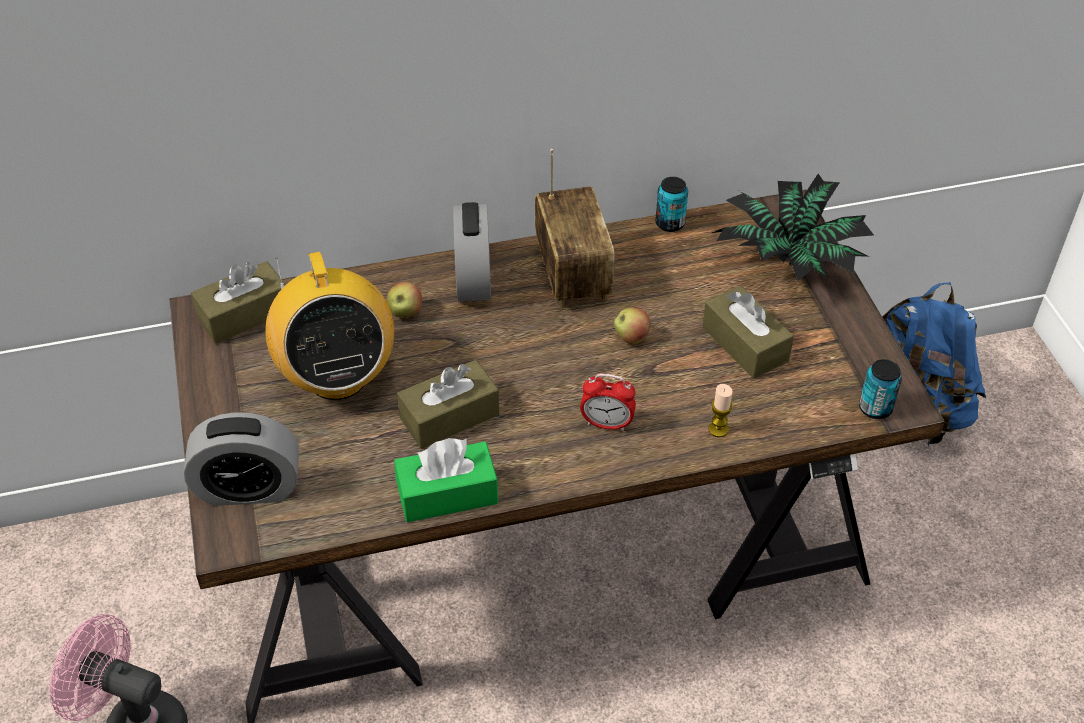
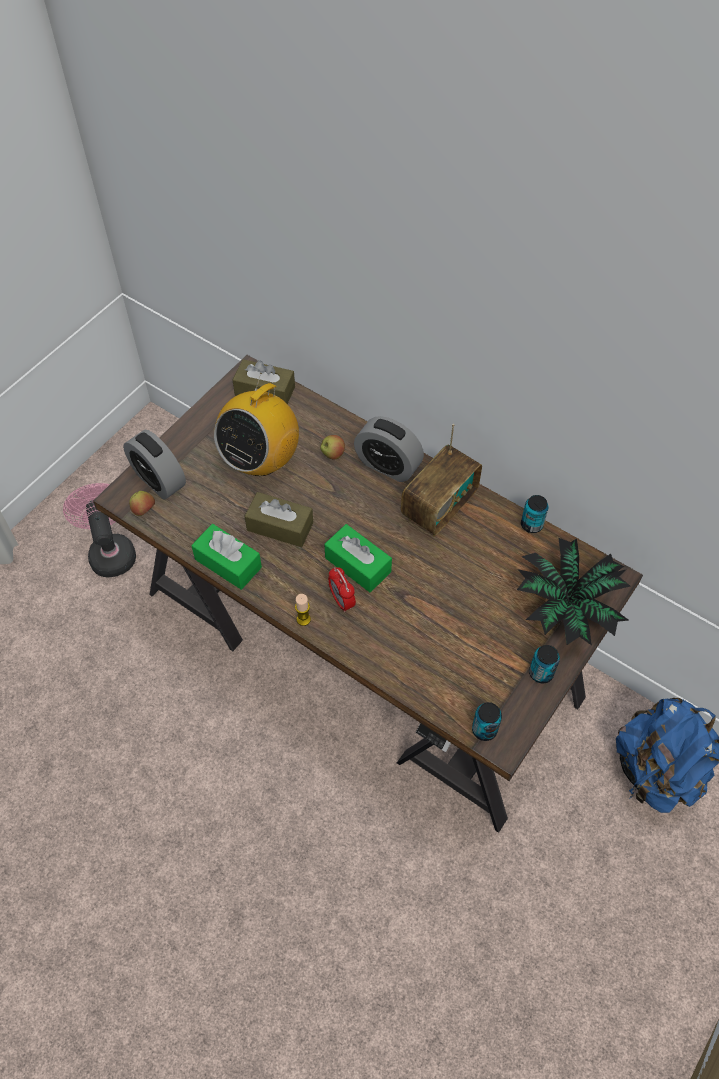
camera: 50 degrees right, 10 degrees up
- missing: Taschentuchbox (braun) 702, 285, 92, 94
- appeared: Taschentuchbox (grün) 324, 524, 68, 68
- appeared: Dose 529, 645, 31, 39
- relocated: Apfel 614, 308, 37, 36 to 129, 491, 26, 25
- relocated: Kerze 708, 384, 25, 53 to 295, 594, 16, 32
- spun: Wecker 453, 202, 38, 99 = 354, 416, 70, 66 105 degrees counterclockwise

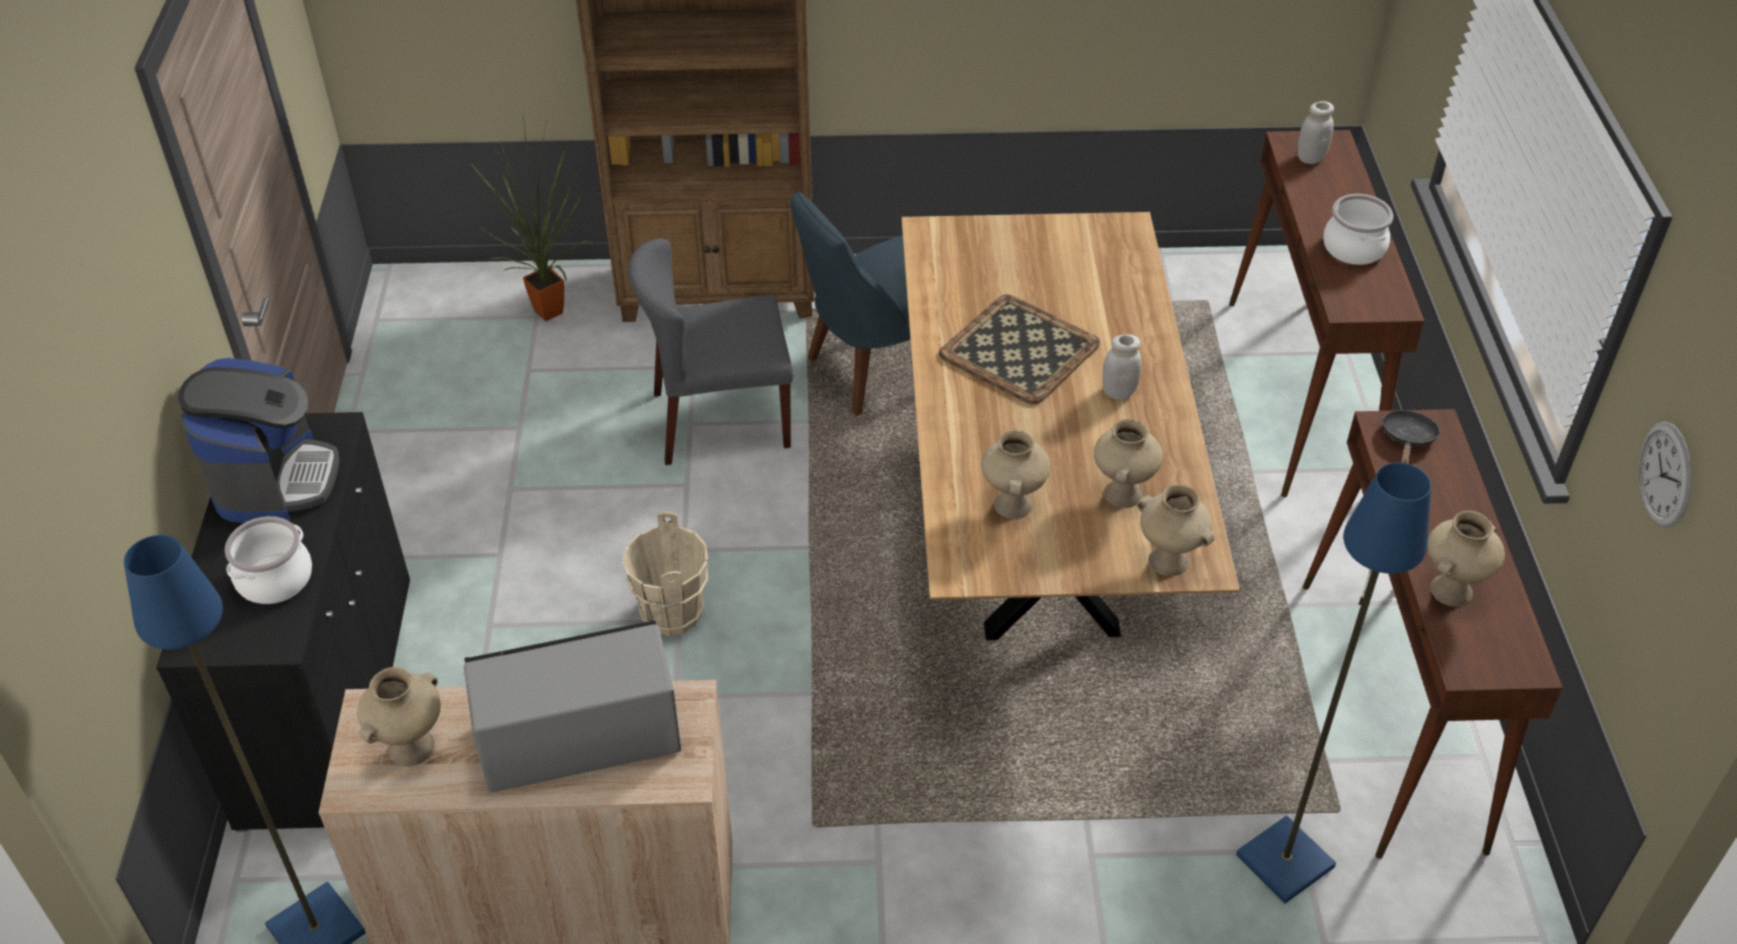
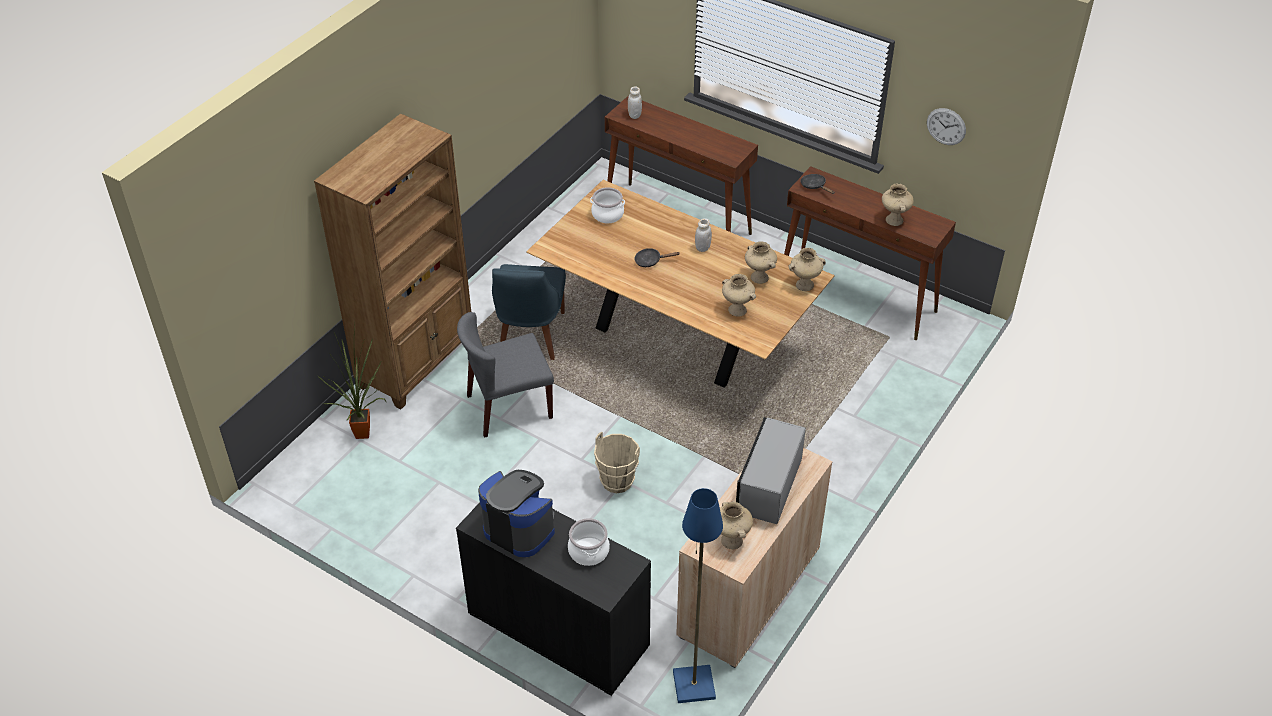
camera: 55 degrees left, 0 degrees up
- missing: Stehlampe (blau) 1236, 462, 195, 441
- relocated: Kochtopf 1323, 194, 70, 71 to 590, 187, 35, 36
- exchanged: Tablett 939, 295, 161, 110 to Pfanne (schwarz) 634, 248, 45, 19
- spun: Stuhl (grau) 628, 238, 165, 227 = 457, 312, 97, 126 45 degrees clockwise

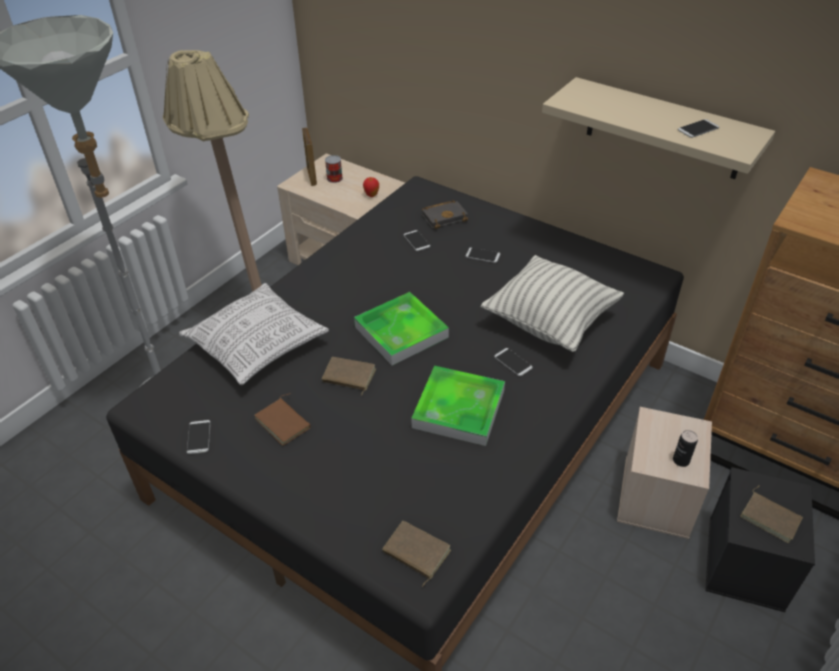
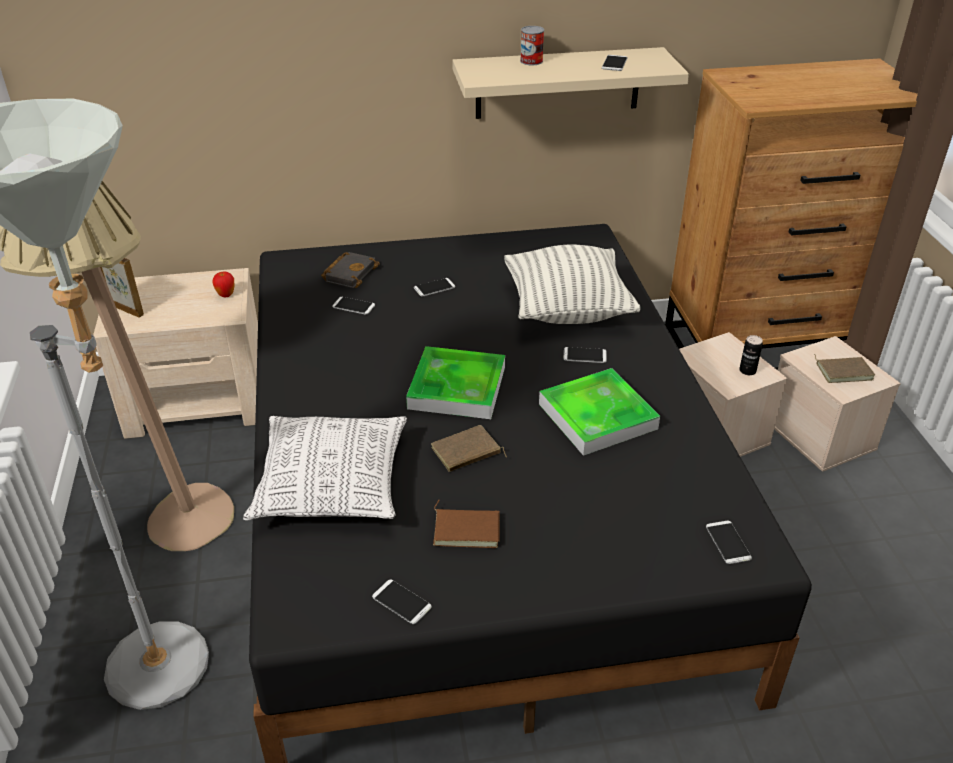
camera: 45 degrees left, 5 degrees down
- relocated: Dose 325, 155, 18, 28 to 520, 26, 24, 39
- exchanged: Buch (braun) 382, 521, 69, 66 to Handy 706, 521, 46, 43
- colour: Aufbewahrungsbox (schwarz) 705, 467, 110, 145 to Aufbewahrungsbox (beige) 774, 336, 127, 136

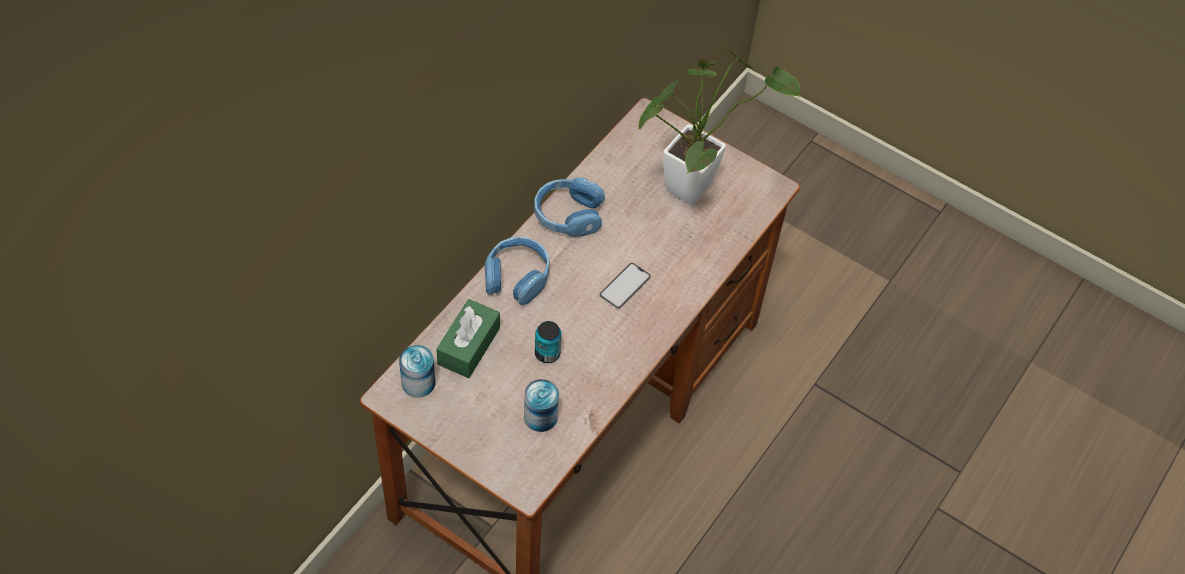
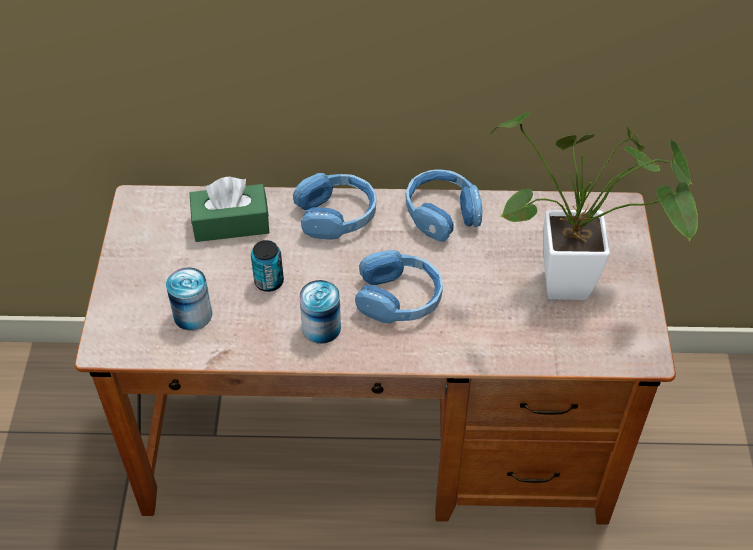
camera: 60 degrees right, 5 degrees down
- relocated: Dose 399, 345, 36, 52 to 299, 280, 42, 64
- exchanged: Handy 600, 263, 51, 46 to Kopfhörer (blau) 355, 250, 88, 73

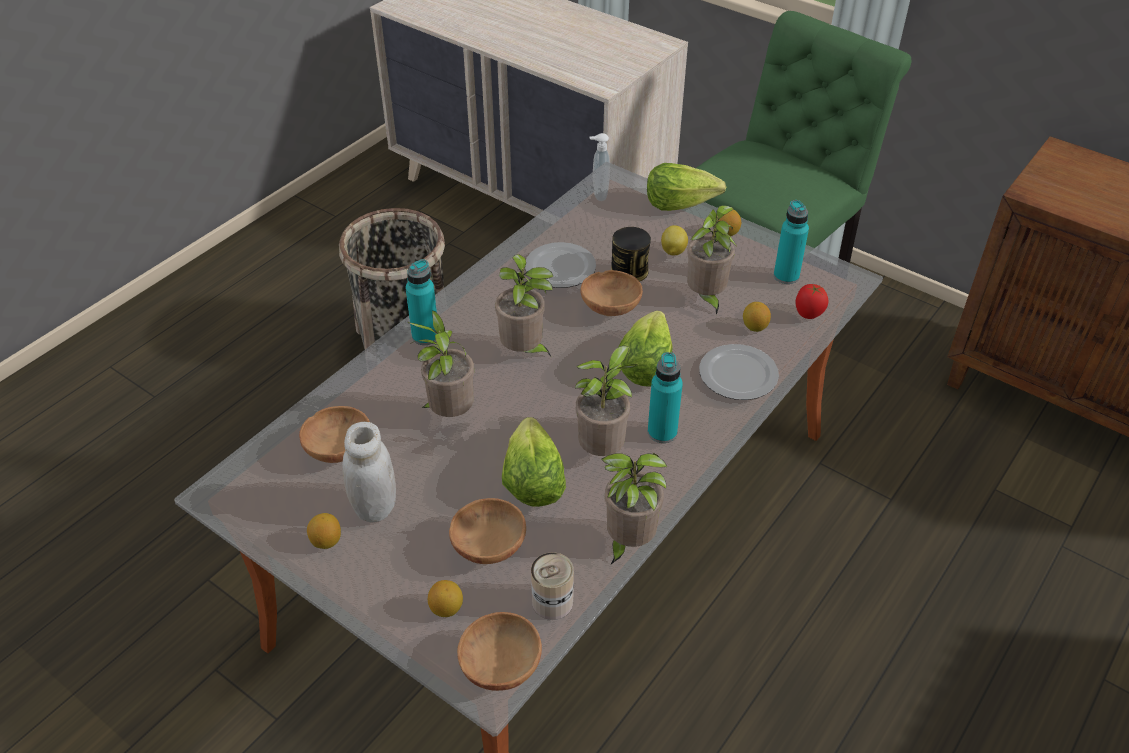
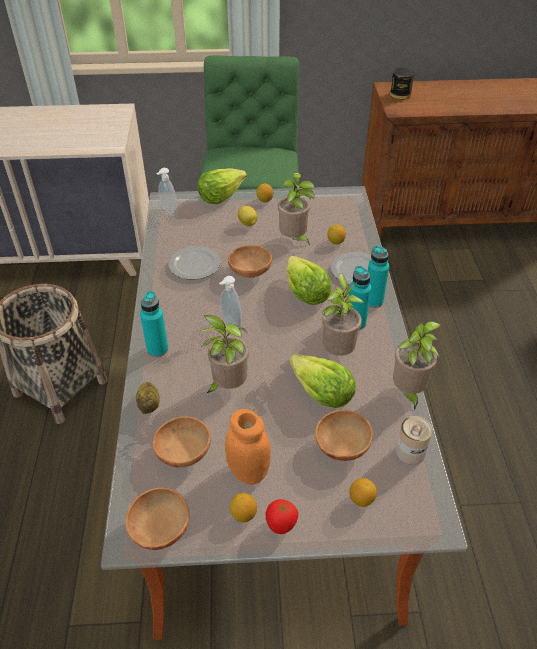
camera: 40 degrees left, 0 degrees up
- appeared: Kartoffel 136, 382, 24, 32
- relocated: Schüssel (braun) 457, 612, 85, 79 to 125, 488, 64, 62
- relocated: Dose 611, 227, 40, 55 to 390, 68, 25, 32
- relocated: Flasche (türkis) 774, 200, 35, 84 to 368, 245, 21, 63
- relocated: Tomate 795, 284, 33, 35 to 266, 499, 33, 35
- exchanged: Topfpflanze 495, 254, 58, 104 to Seifenspender 219, 276, 22, 52
- colour: Vorratsglas (weiß) 342, 422, 54, 101 to Vorratsglas (orange) 225, 409, 46, 76

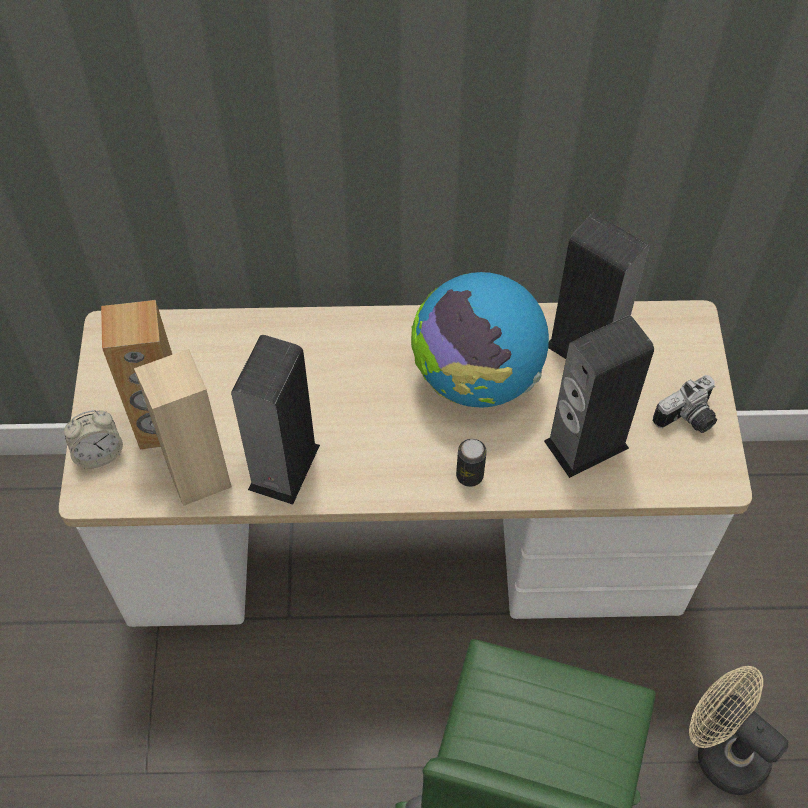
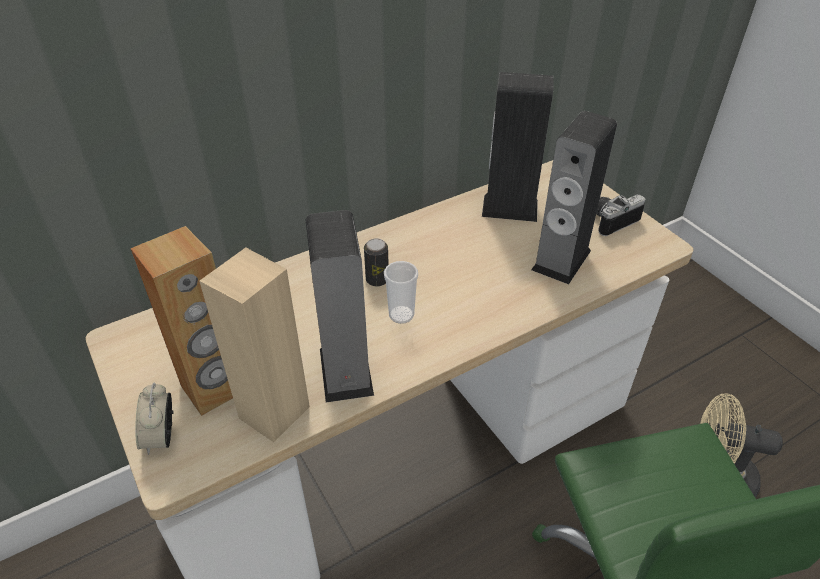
camera: 30 degrees left, 15 degrees down
- missing: Globus 411, 272, 138, 135
- appeared: Tasse 384, 261, 34, 63
- relocated: Dose 456, 439, 31, 48 to 364, 238, 25, 49
- spun: Wecker 64, 410, 59, 58 = 135, 383, 39, 72 135 degrees clockwise
- spun: Kamera 653, 375, 64, 58 = 596, 194, 49, 42 150 degrees counterclockwise

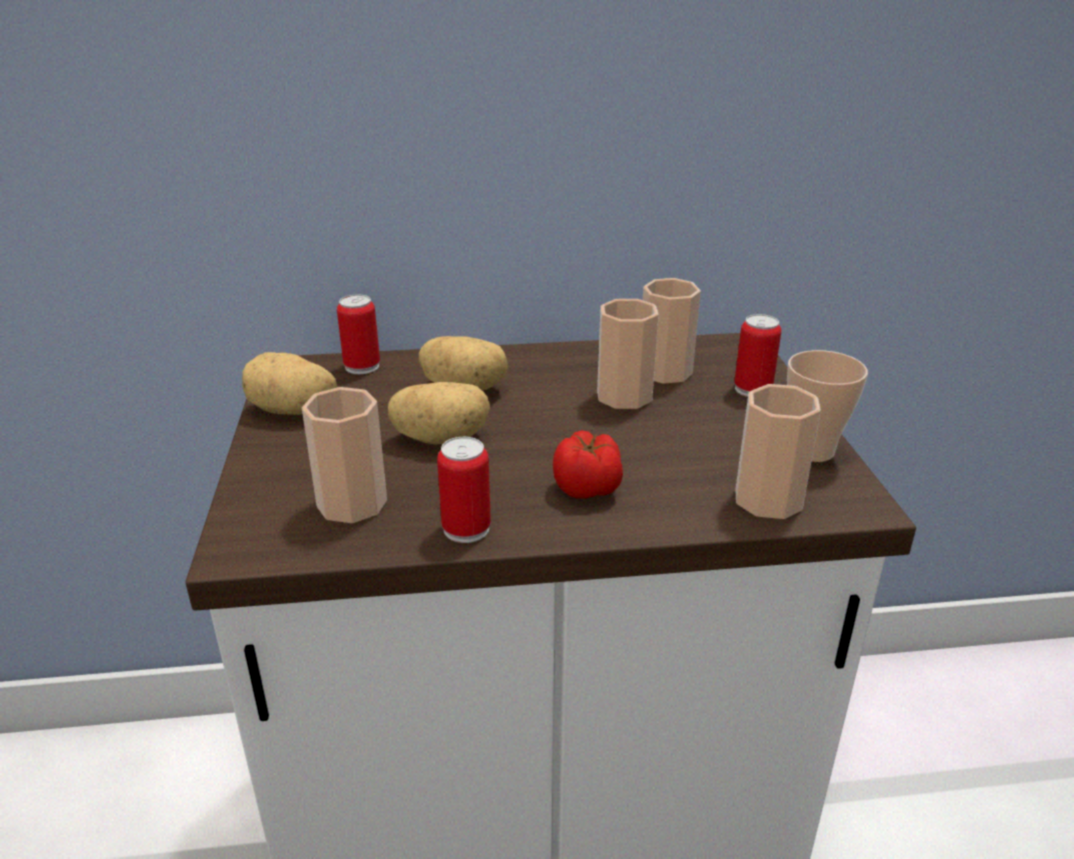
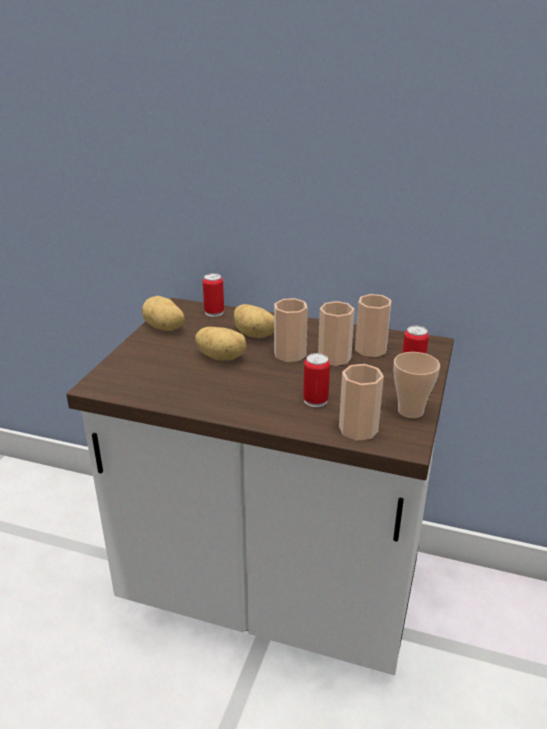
camera: 25 degrees right, 0 degrees up
- missing: Tomate 553, 430, 70, 69
- relocated: Tasse 302, 387, 85, 136 to 274, 298, 34, 64
- relocated: Dose 437, 437, 54, 106 to 303, 353, 27, 54

